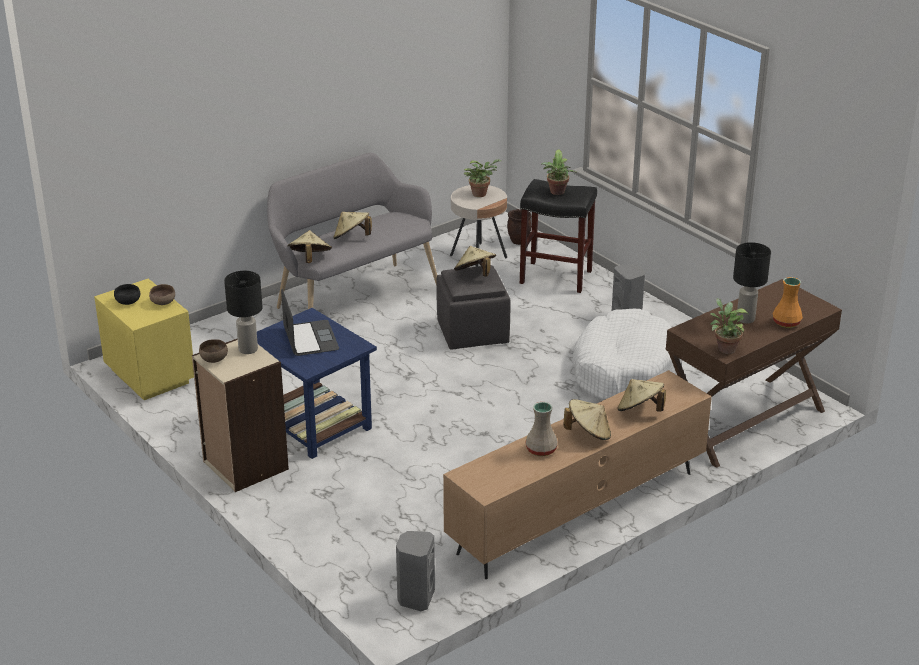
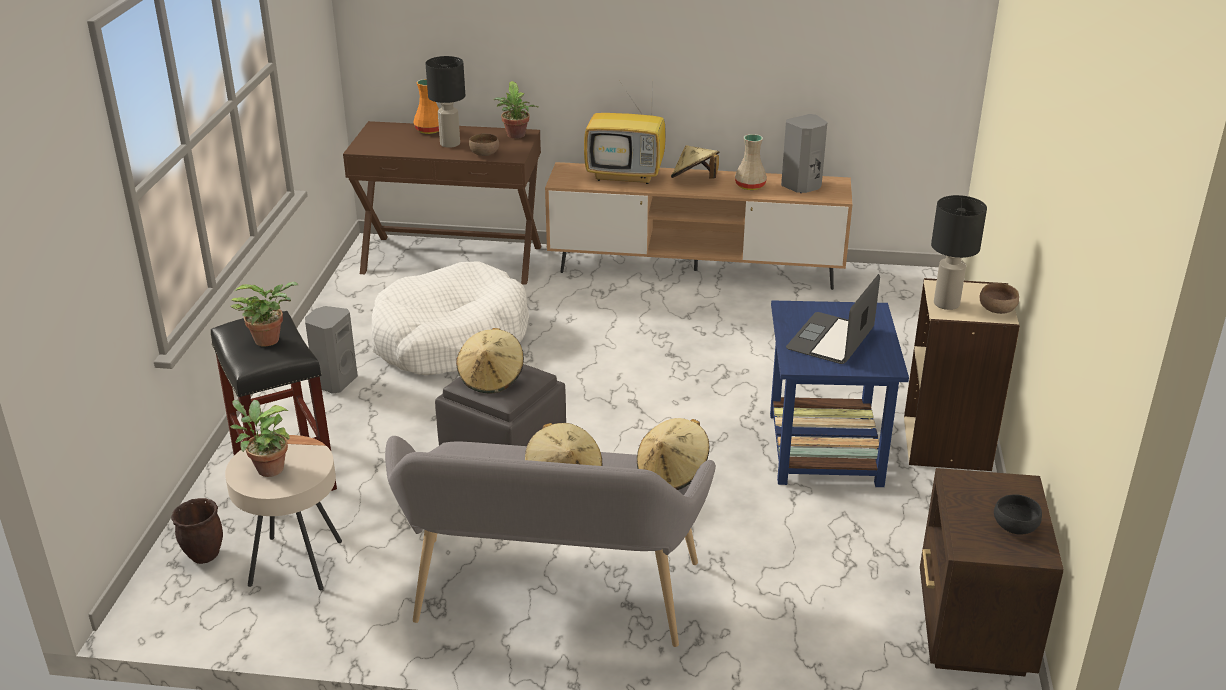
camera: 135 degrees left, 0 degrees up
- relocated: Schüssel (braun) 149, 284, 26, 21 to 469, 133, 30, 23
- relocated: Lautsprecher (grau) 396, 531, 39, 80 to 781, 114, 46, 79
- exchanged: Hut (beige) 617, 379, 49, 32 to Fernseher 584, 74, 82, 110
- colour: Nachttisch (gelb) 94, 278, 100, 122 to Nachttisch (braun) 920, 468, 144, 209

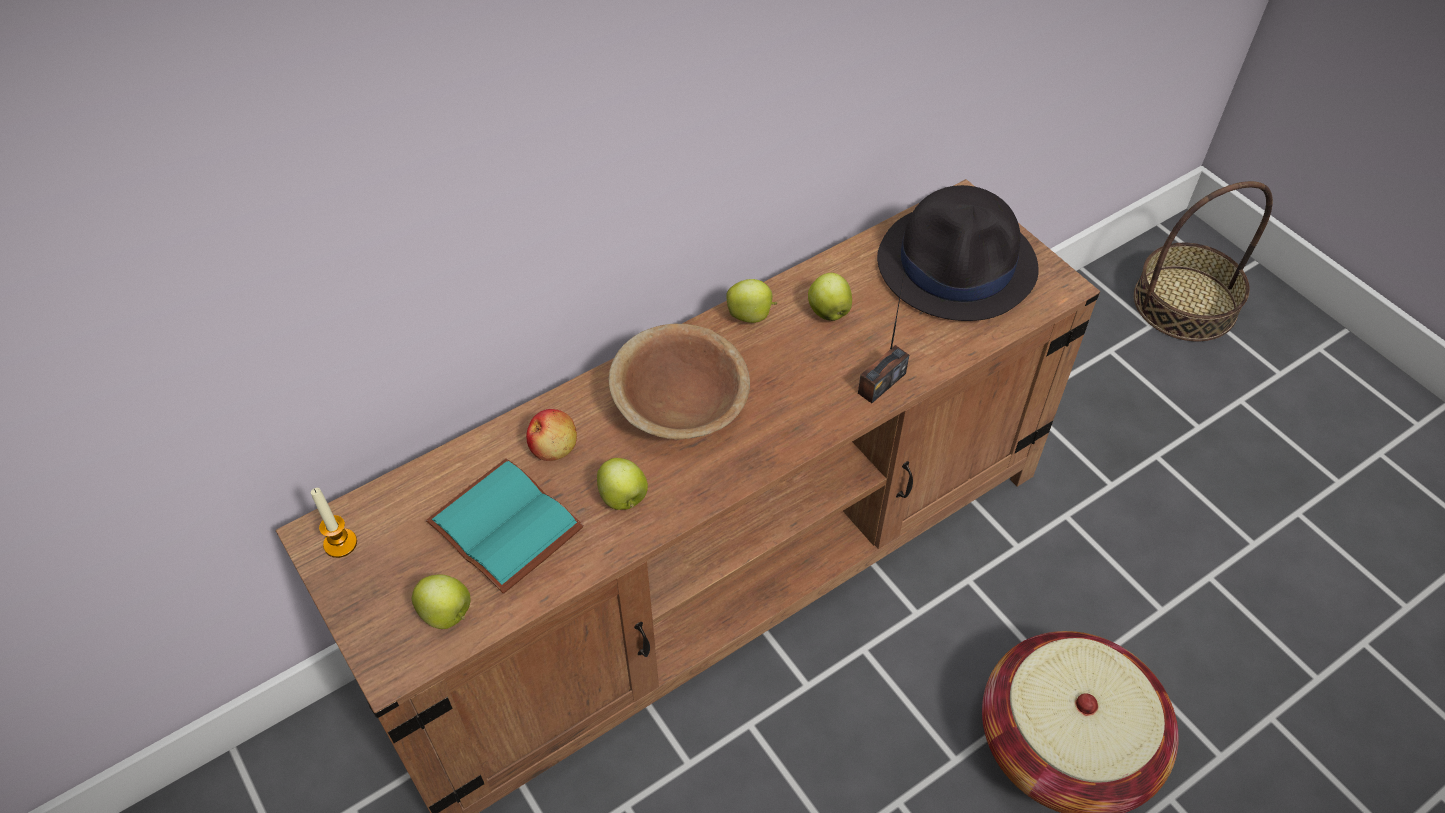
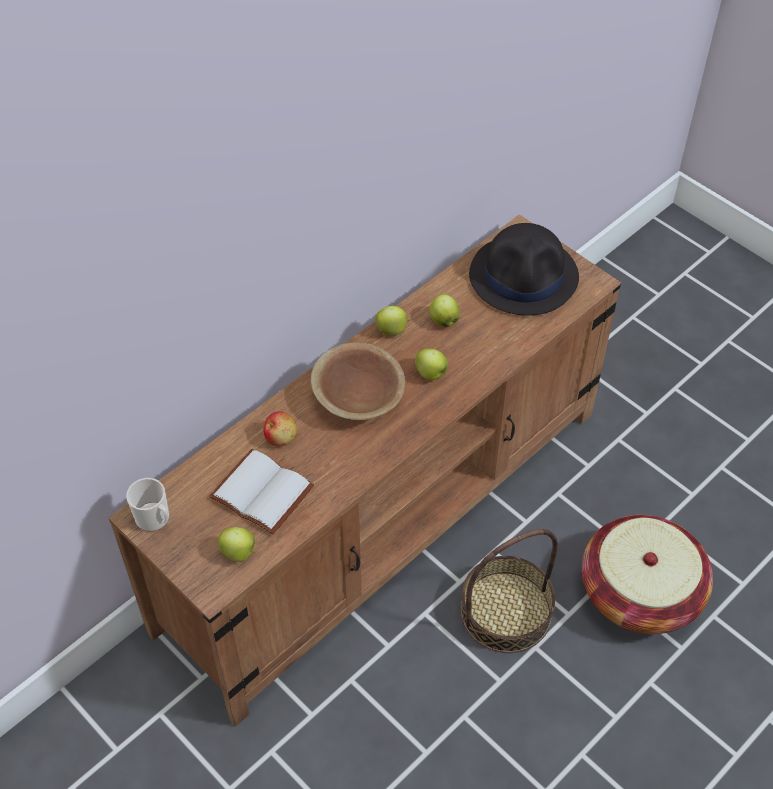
camera: 10 degrees left, 0 degrees up
- missing: Radio 858, 269, 51, 134
- relocated: Apfel 597, 458, 51, 52 to 415, 348, 33, 32
- relocated: Korb 1134, 181, 139, 160 to 460, 529, 98, 124
- exchanged: Kerze 311, 488, 46, 70 to Henkelbecher 126, 478, 43, 54
- colour: Buch (türkis) 426, 459, 158, 135 to Buch (weiß) 209, 449, 105, 86

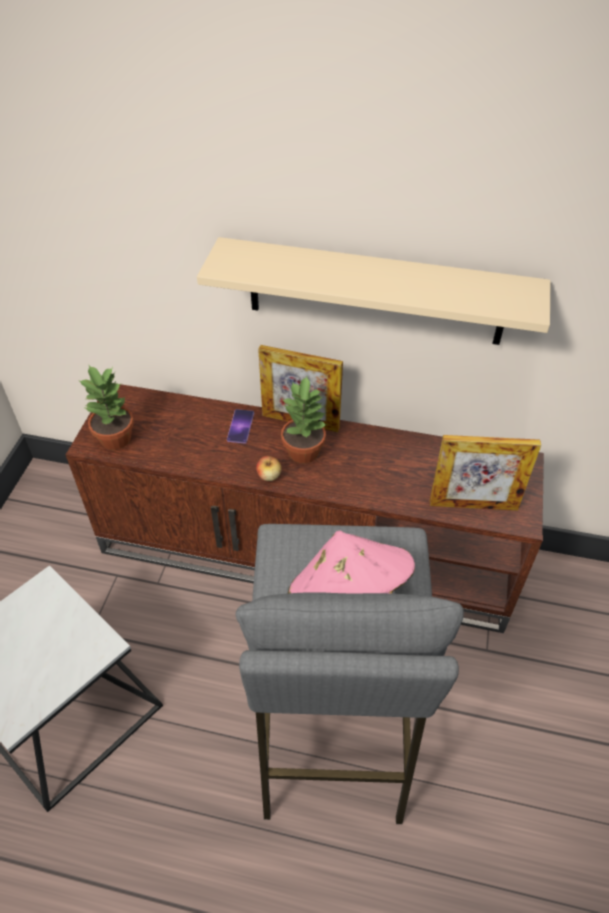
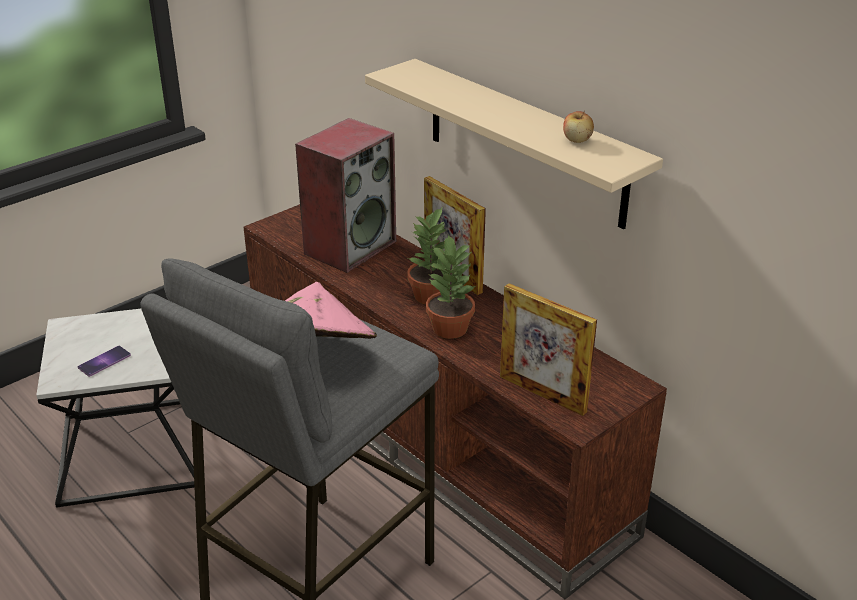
camera: 35 degrees right, 15 degrees down
- appeared: Lautsprecher 295, 118, 101, 155
- relocated: Topfpflanze 78, 366, 56, 84 to 426, 235, 49, 104
- relocated: Handy 227, 409, 27, 35 to 78, 346, 53, 31
- relocated: Apfel 256, 456, 26, 25 to 563, 111, 31, 32

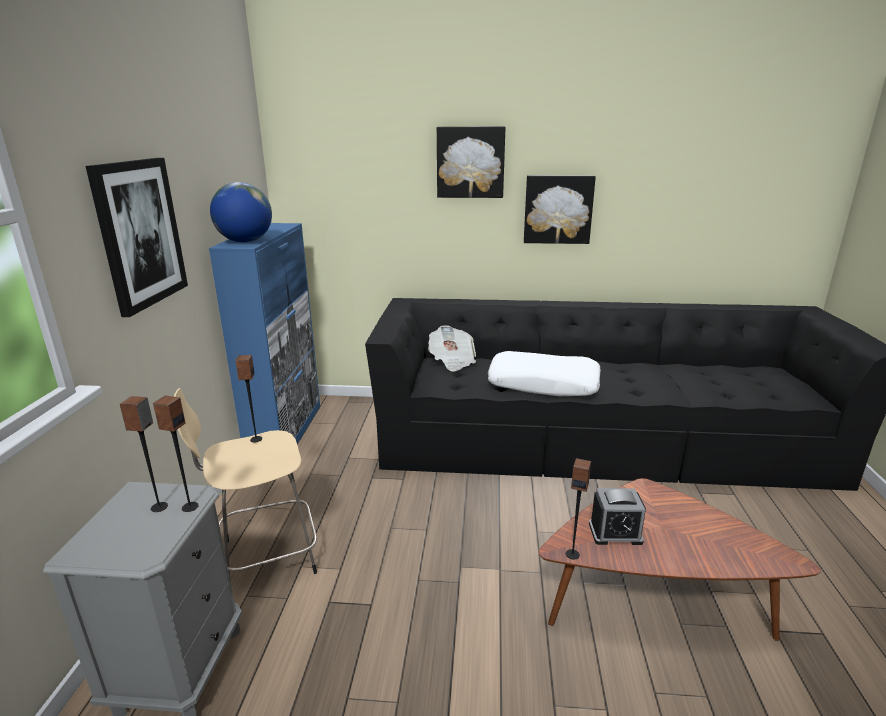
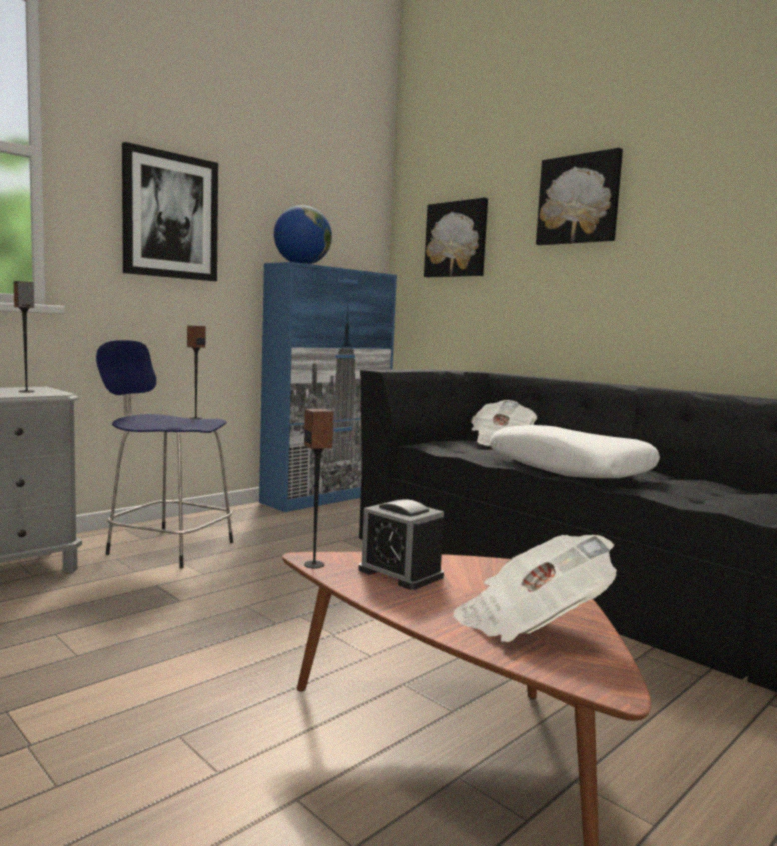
camera: 40 degrees right, 15 degrees down
- missing: Lautsprecher 153, 396, 46, 116
- appeared: Zeitung 453, 535, 164, 107
- relocated: Bild 524, 175, 72, 69 to 424, 197, 64, 80
- colour: Hocker (beige) 174, 388, 143, 195 to Hocker (blau) 96, 340, 137, 229

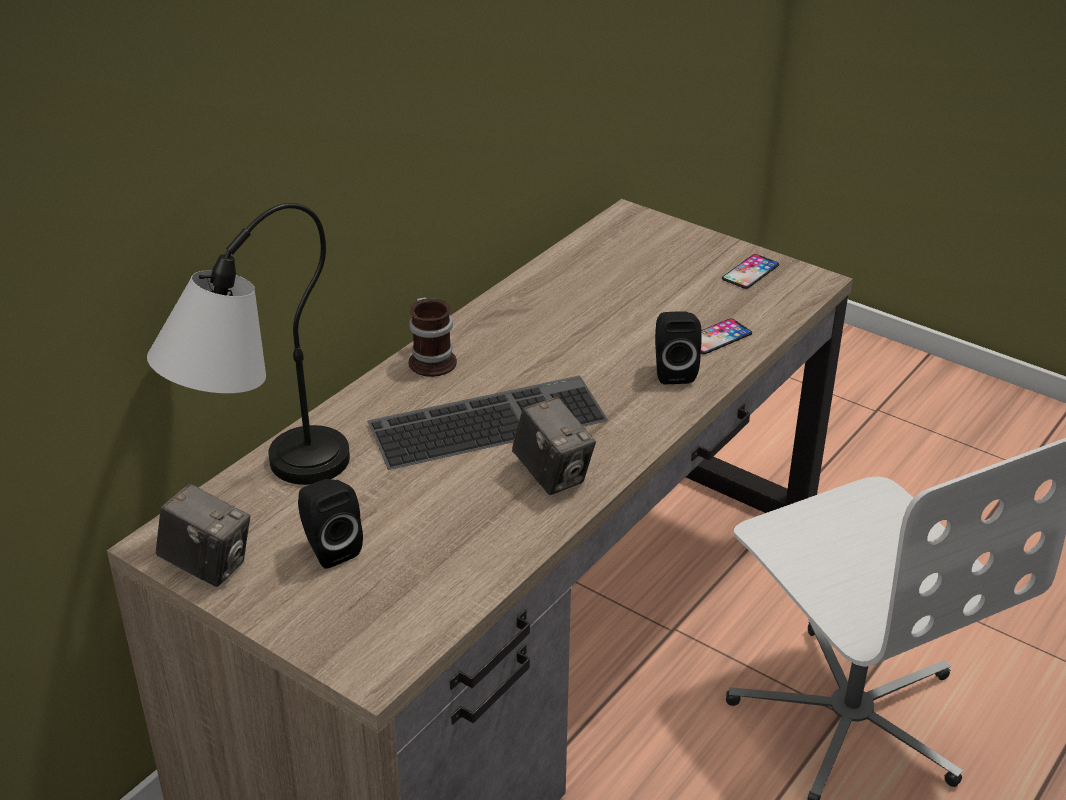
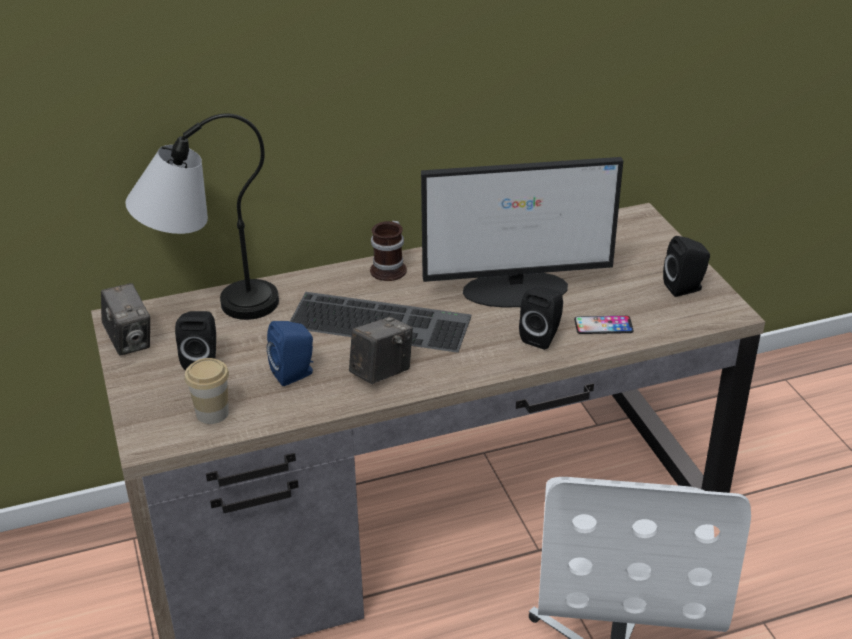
camera: 35 degrees right, 0 degrees up
- appeared: Tasse 185, 358, 44, 66
- appeared: Lautsprecher (blau) 267, 321, 47, 65
- appeared: Monitor 421, 157, 202, 151
- exchanged: Handy 722, 254, 57, 35 to Lautsprecher (schwarz) 663, 236, 47, 61
- spun: Kamera 512, 397, 84, 98 = 349, 317, 64, 67 135 degrees counterclockwise

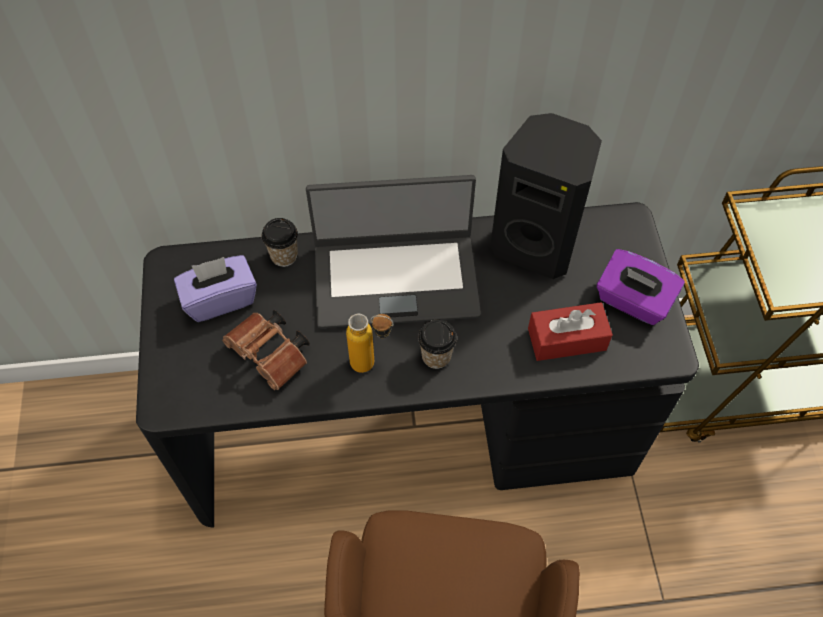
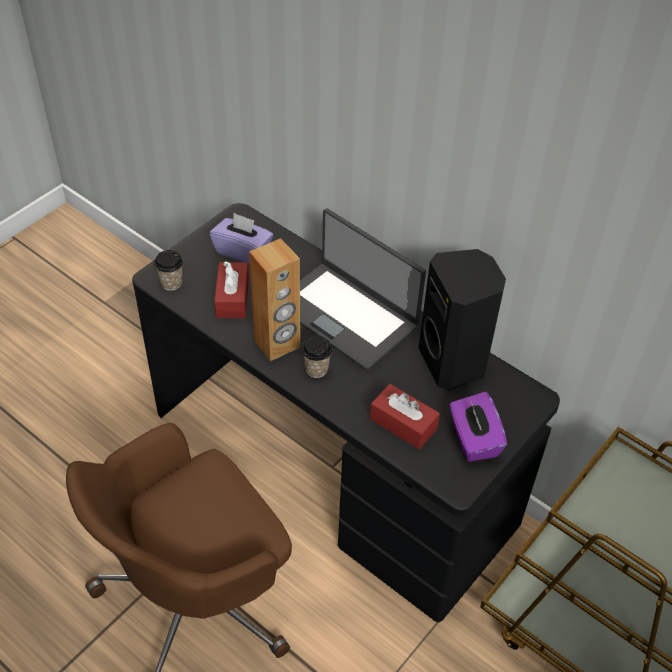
camera: 45 degrees right, 10 degrees down
- relocated: Tasse 262, 218, 36, 49 to 154, 250, 29, 41
- exchanged: Fernglas (braun) 222, 310, 88, 80 to Taschentuchbox (rot) 214, 261, 35, 57
- exchanged: Flasche 346, 314, 47, 59 to Lautsprecher (braun) 249, 238, 51, 123

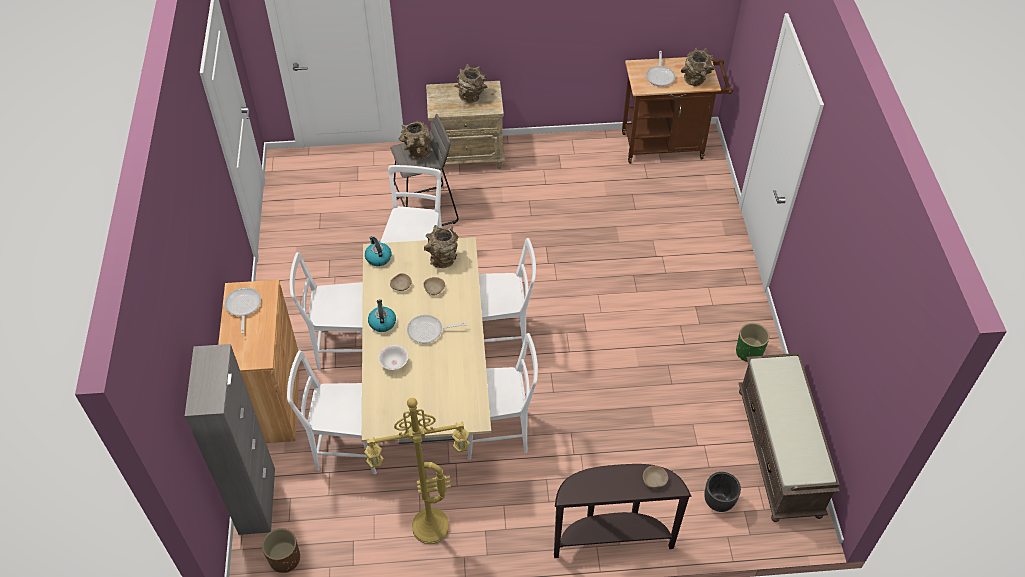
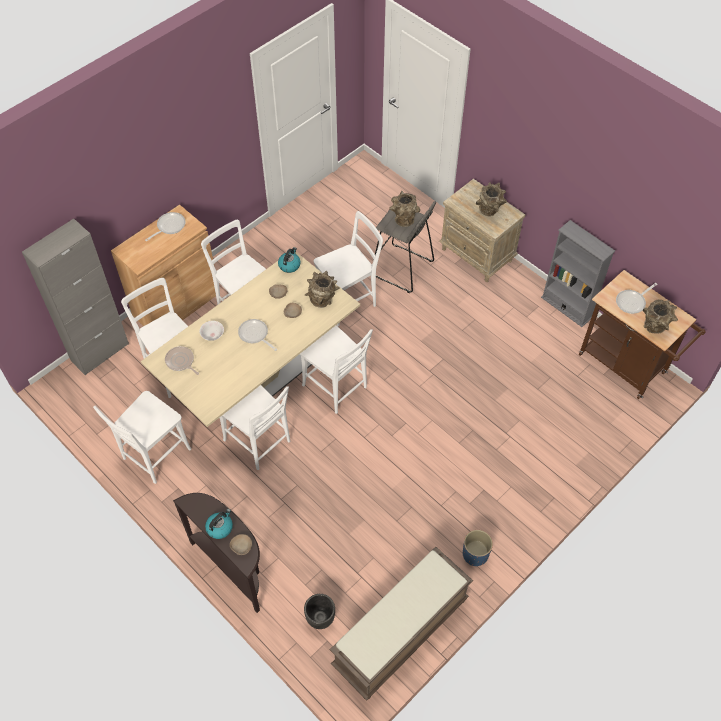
camera: 50 degrees right, 5 degrees up
- missing: Pflanzkübel (braun) 262, 528, 38, 45
- appeared: Pfanne 165, 346, 34, 29
- appeared: Bücherregal (grau) 541, 220, 74, 107
- relocated: Wasserkessel 368, 299, 28, 33 to 205, 509, 28, 30
- exchanged: Stehlampe (gelb) 364, 398, 106, 146 to Stuhl (weiß) 93, 391, 98, 93
- colour: Pflanzkübel (grün) 736, 323, 34, 39 to Pflanzkübel (blau) 463, 530, 30, 36

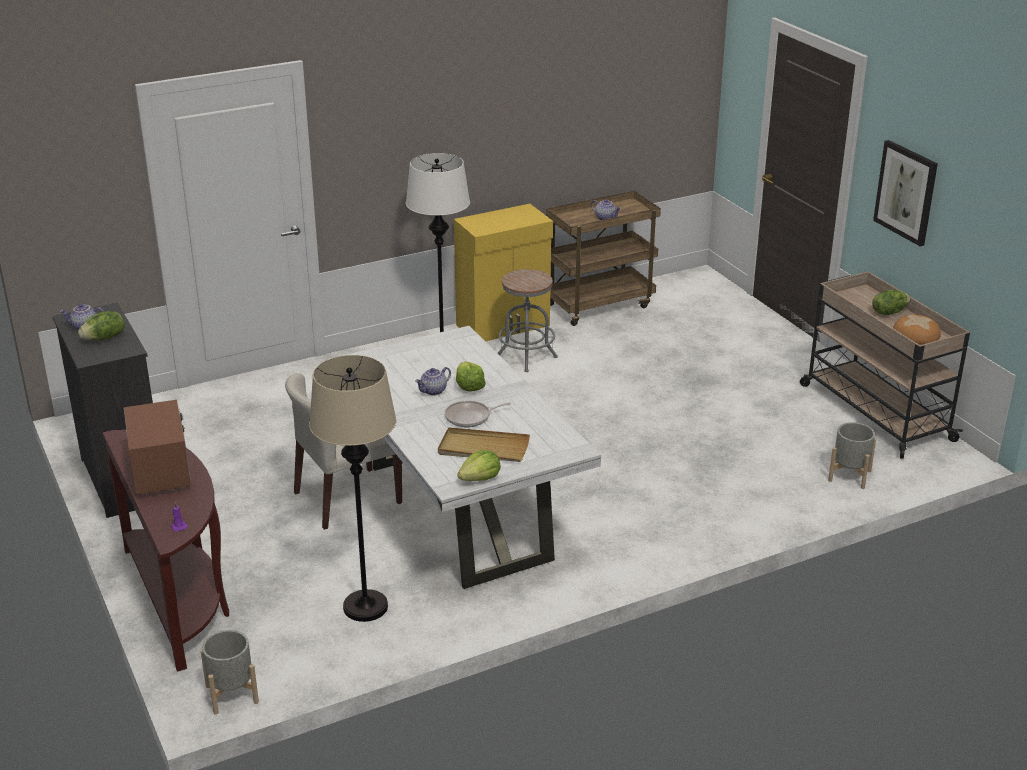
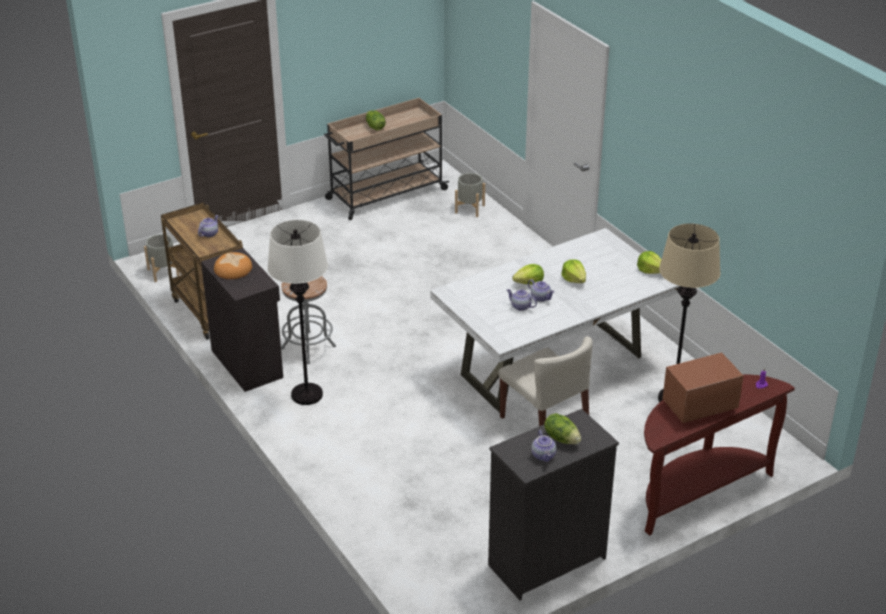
camera: 95 degrees left, 5 degrees up
- missing: Tablett (beige) 438, 427, 92, 35
- missing: Bild 873, 140, 65, 106
- appeared: Teekanne 506, 289, 31, 22
- relocated: Pflanzkübel (grau) 200, 630, 59, 85 to 144, 234, 36, 48
- relocated: Brot 893, 315, 48, 29 to 214, 252, 38, 27
- exchanged: Pfanne 445, 401, 66, 26 to Salatkopf 561, 259, 25, 24
- colour: Schrank (gelb) 454, 204, 99, 138 to Schrank (schwarz) 201, 248, 82, 144

